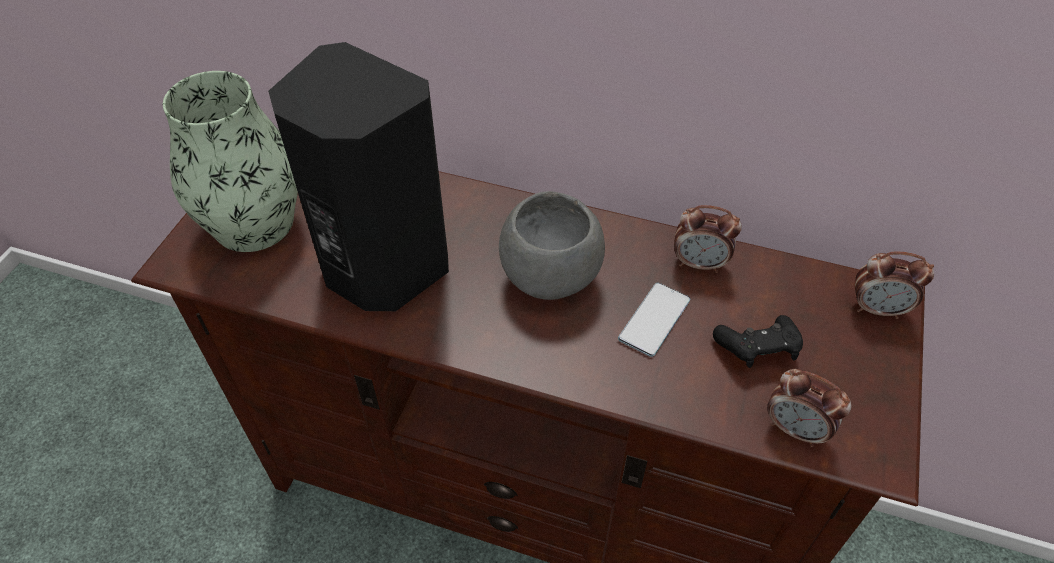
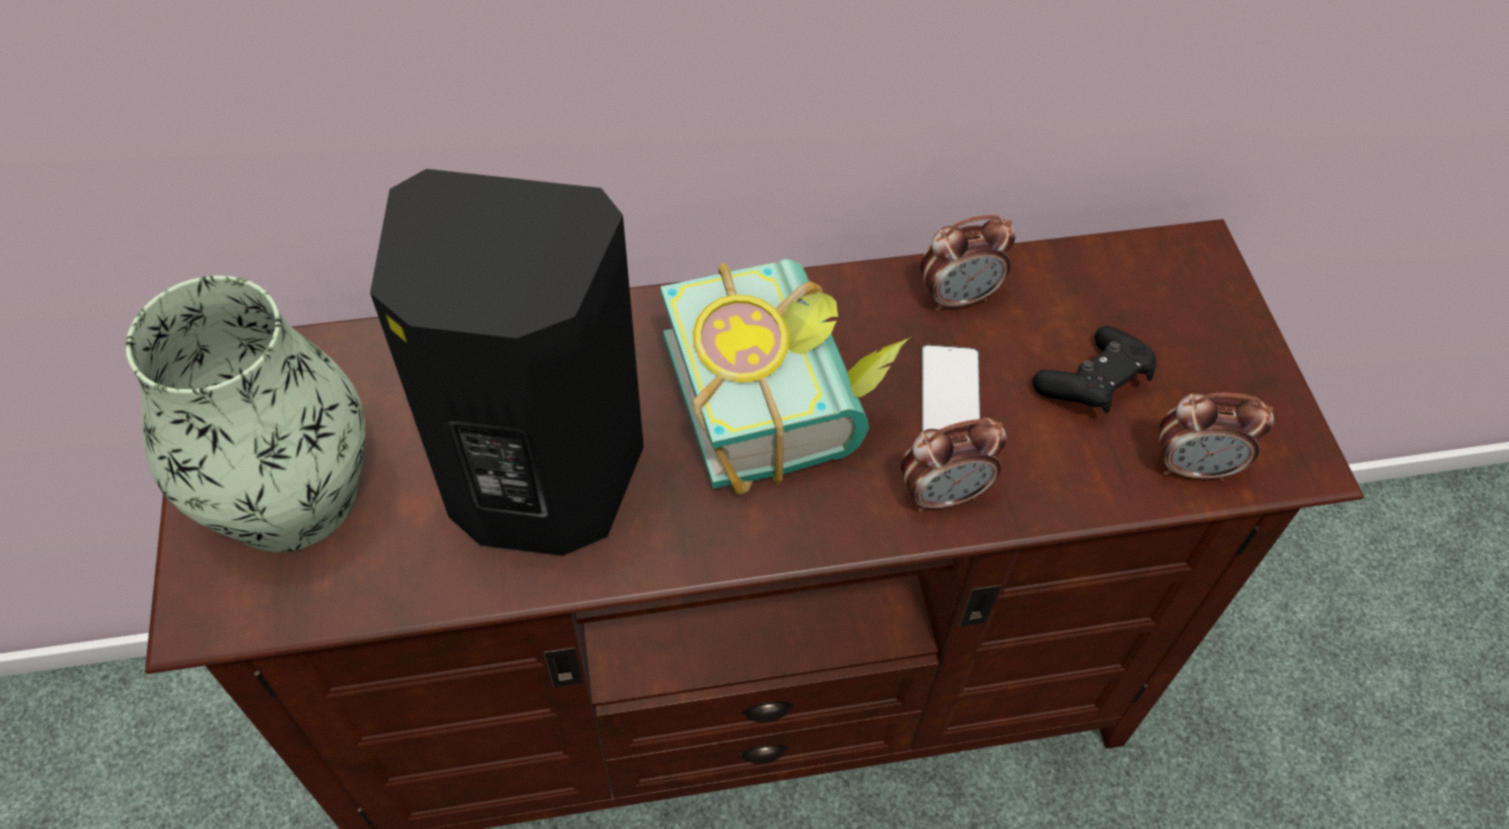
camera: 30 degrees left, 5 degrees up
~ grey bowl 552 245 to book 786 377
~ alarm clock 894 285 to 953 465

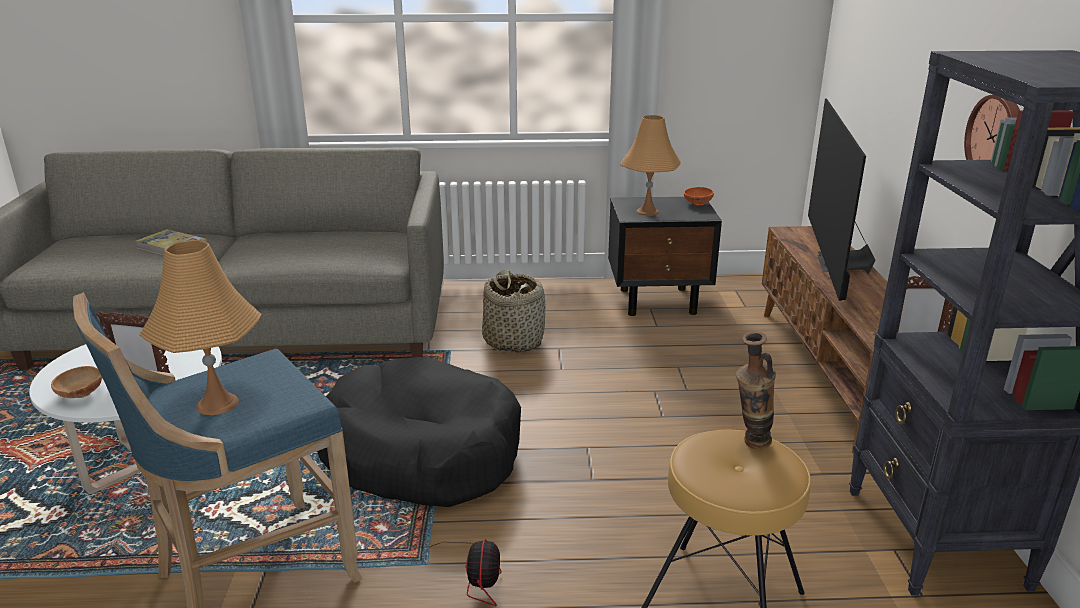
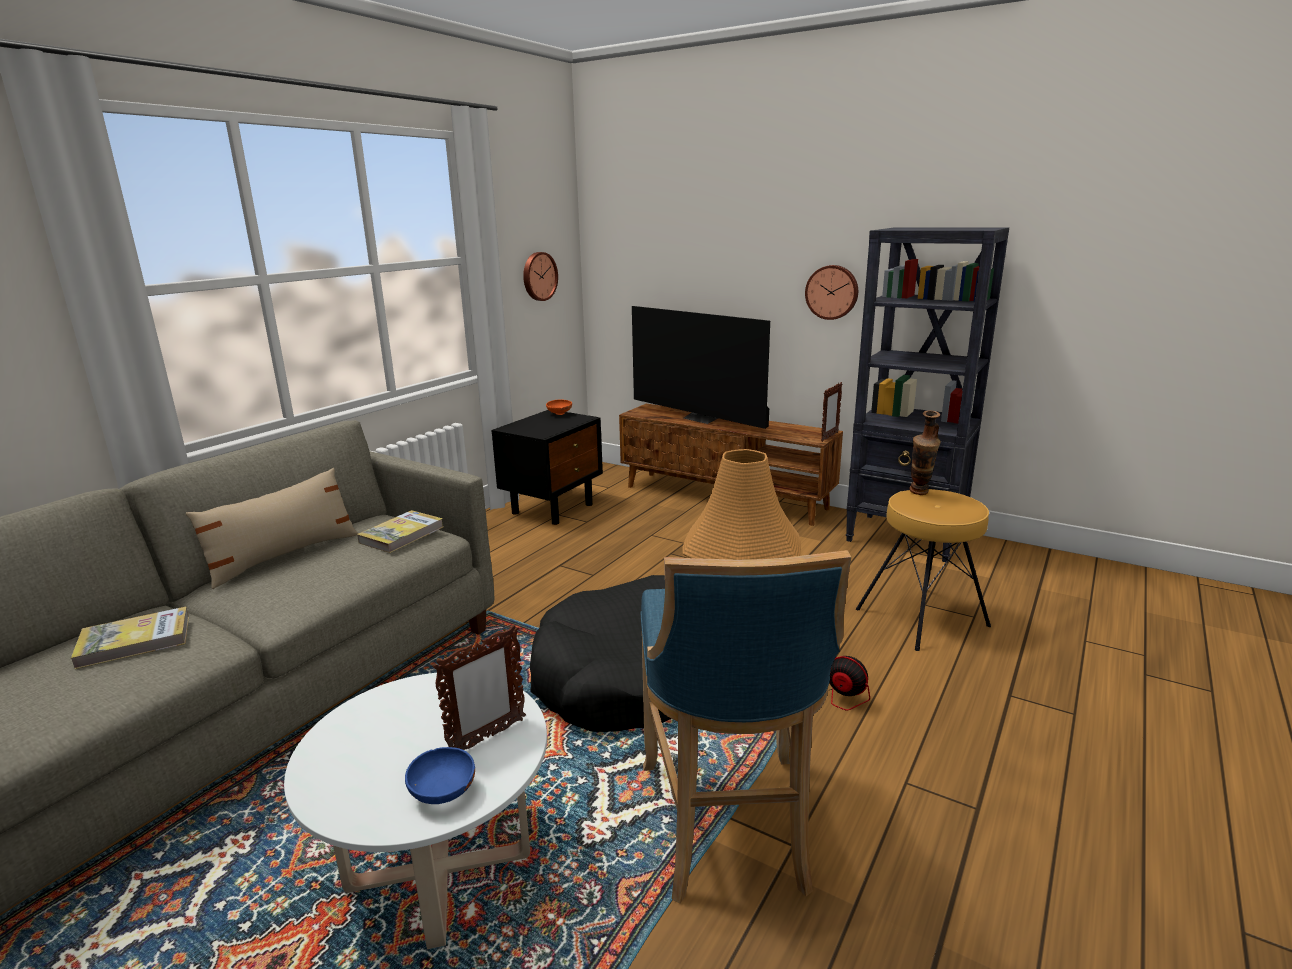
camera: 55 degrees left, 5 degrees down
~ brown bowl 76 382 to blue bowl 440 775
- basket 514 311
- orange table lamp 650 165
+ beige pillow 272 528
+ book 400 531
+ wall clock 540 276

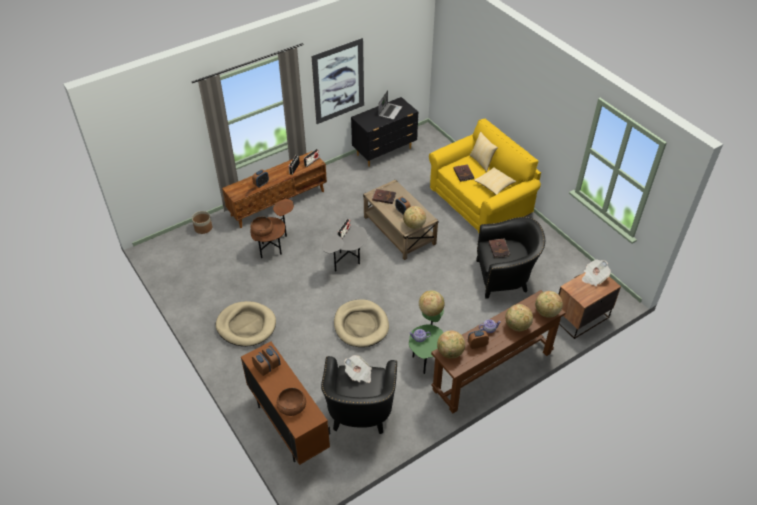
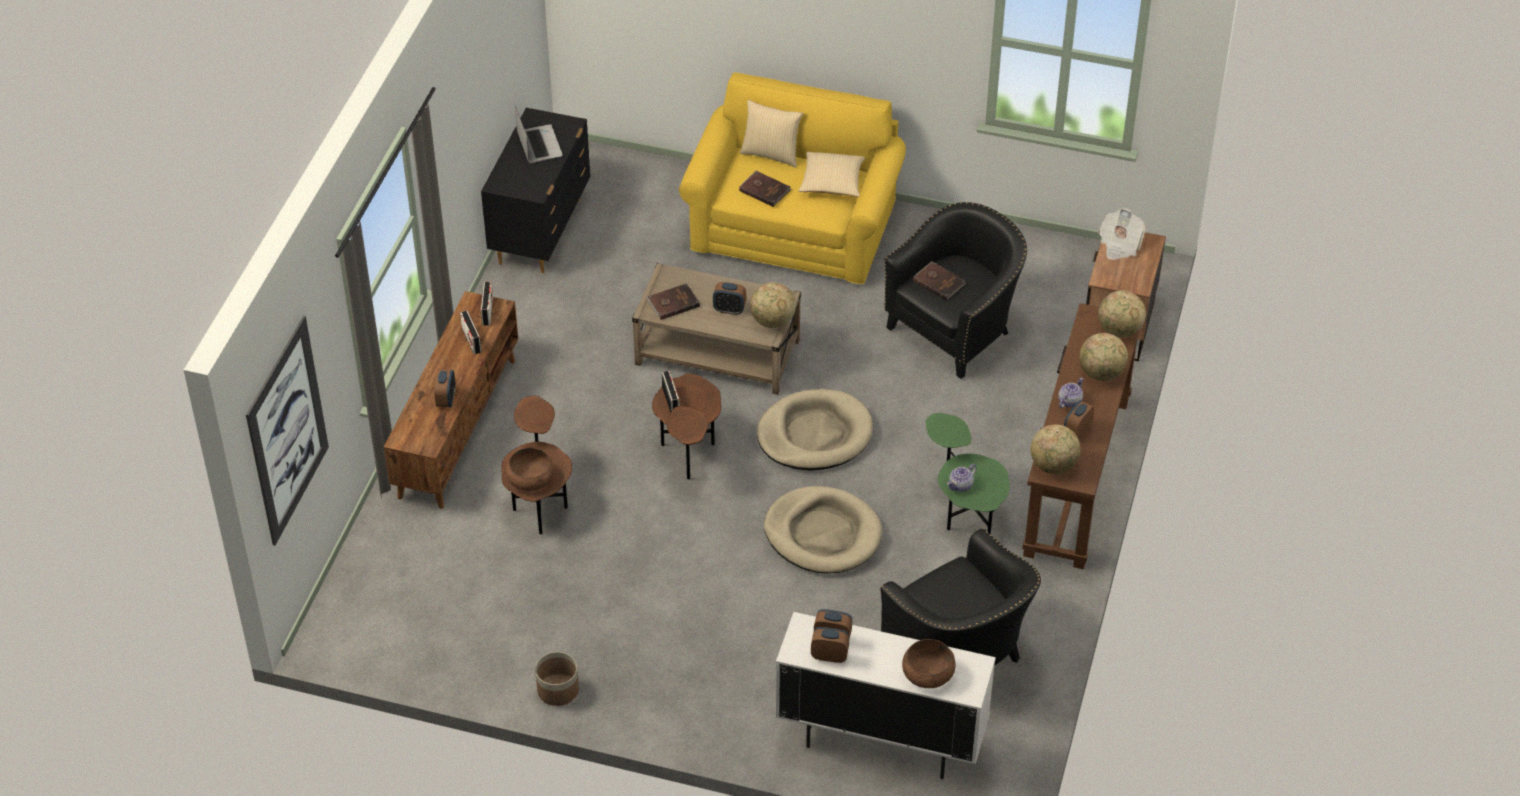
camera: 40 degrees left, 0 degrees up
~ planter 202 222 to 557 679
~ beige dog bed 245 324 to 815 430
~ brown cabinet 285 403 to white cabinet 886 695
~ picture 337 81 to 287 430
~ grey side table 345 249 to brown side table 686 426
- newspaper 358 369
- globe 432 303

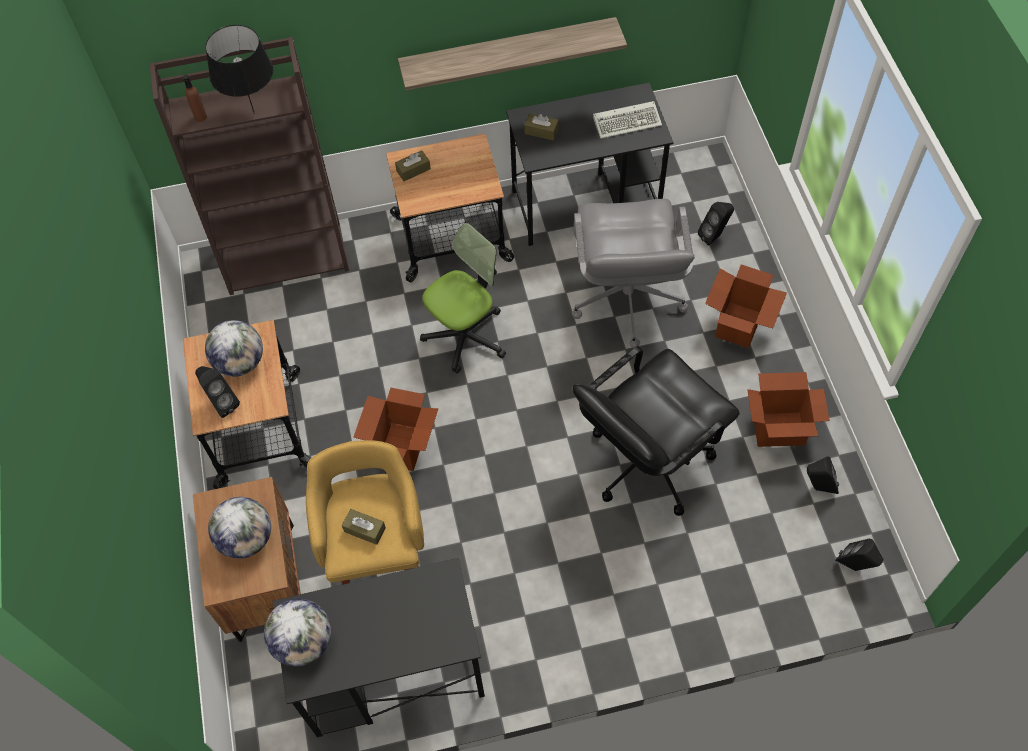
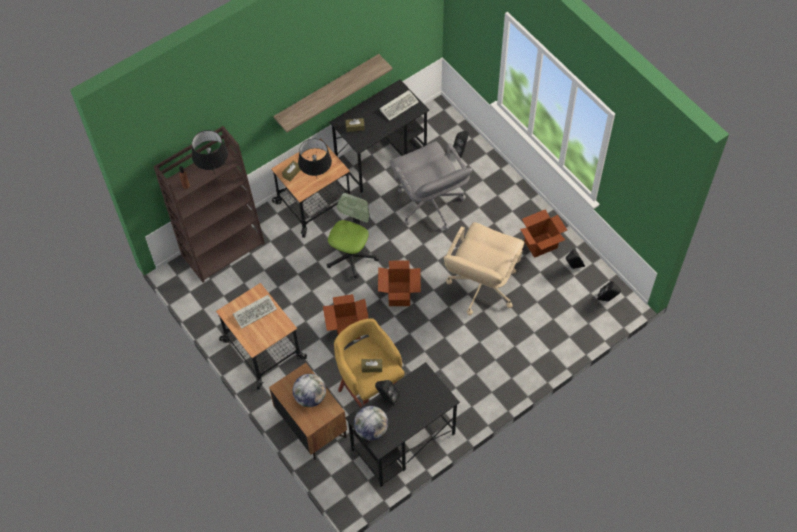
camera: 25 degrees left, 0 degrees up
~ black speaker 217 392 to 387 393
~ globe 234 348 to keyboard 255 312
~ black office chair 656 431 to beige office chair 484 268
~ cardboard box 746 306 to 399 283
+ black table lamp 315 157

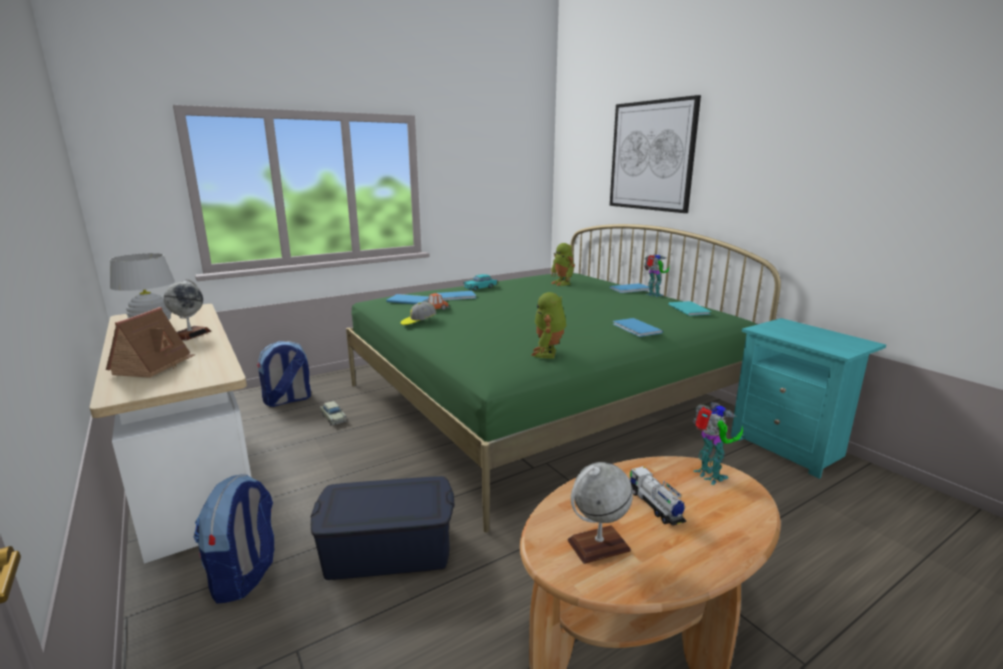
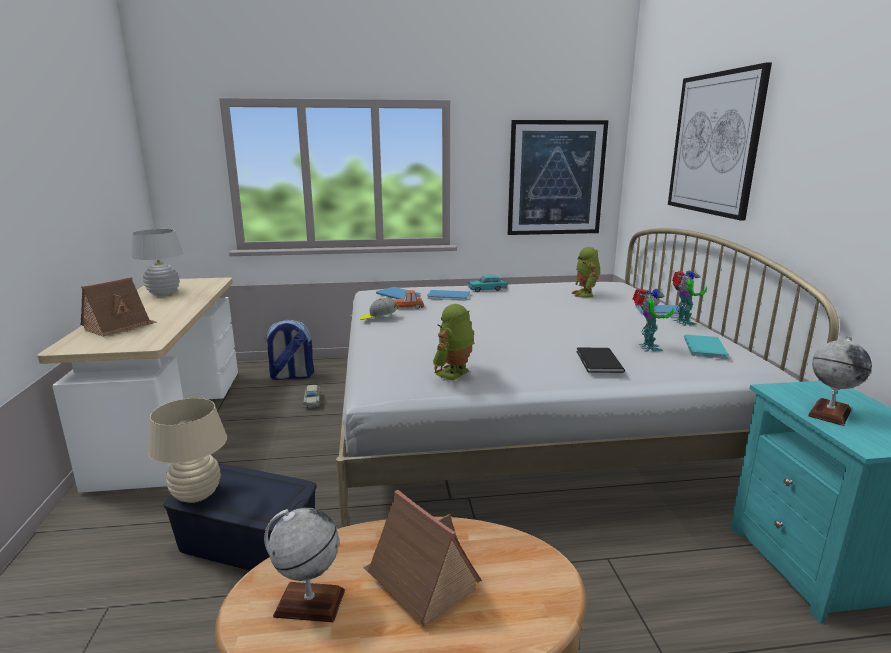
camera: 25 degrees right, 0 degrees up
~ globe 187 310 to 840 381
- backpack 234 539
~ green bed 563 378 to white bed 587 378
~ blue book 638 327 to black book 600 360
~ toy truck 658 496 to toy house 422 558
~ toy robot 718 443 to 653 320
+ beige table lamp 187 450
+ picture 558 177

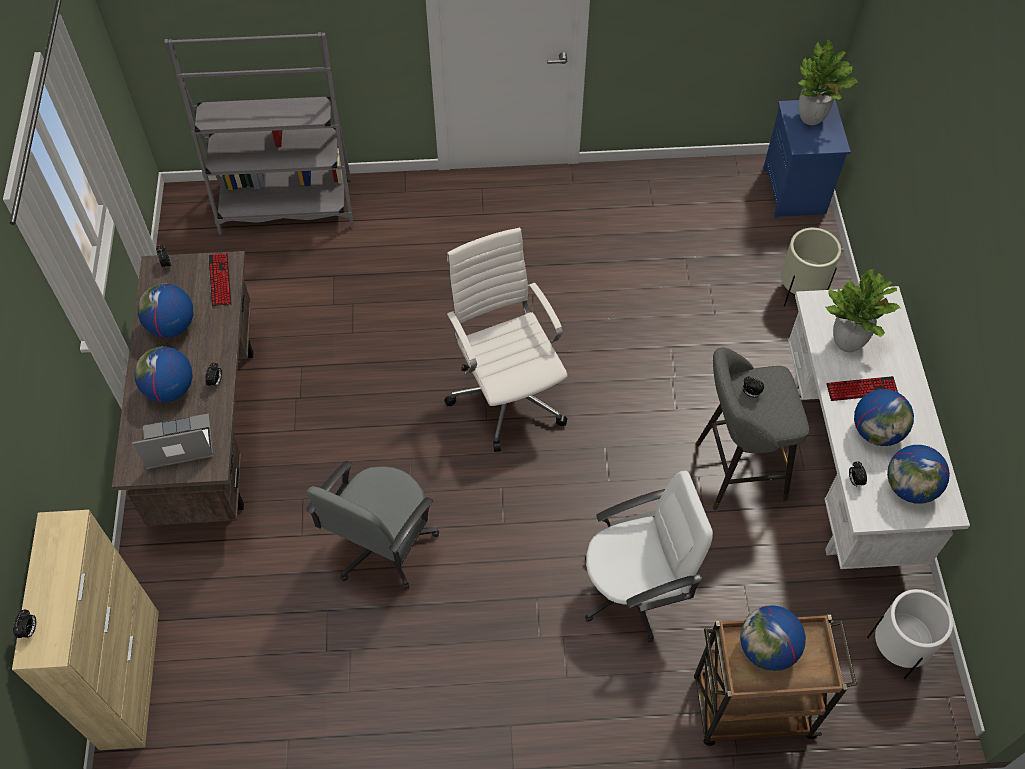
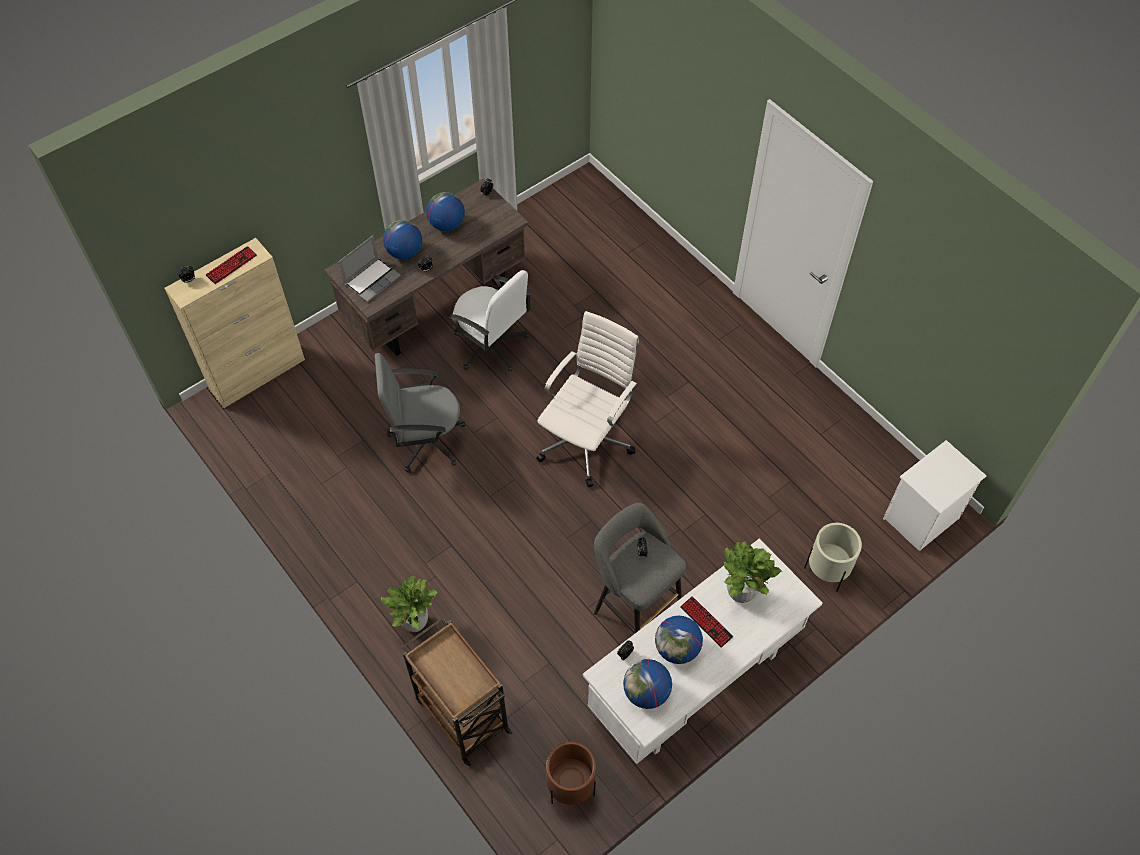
camera: 55 degrees right, 0 degrees up
~ laptop 172 441 = 370 268 90 degrees clockwise
- grey bookcase 259 133
~ keyboard 220 279 to 231 265
~ white office chair 649 557 to 490 321
- globe 773 638
~ blue nightstand 807 158 to white nightstand 934 495
~ potted plant 827 82 to 409 604
~ white planter 910 634 to brown planter 571 773

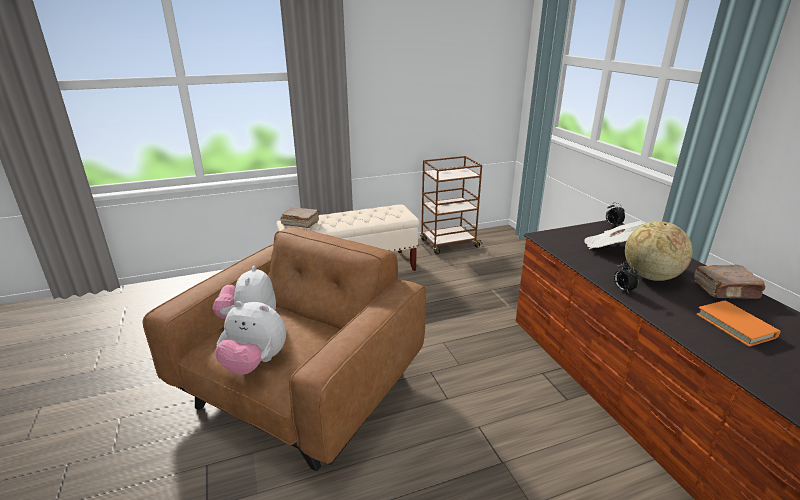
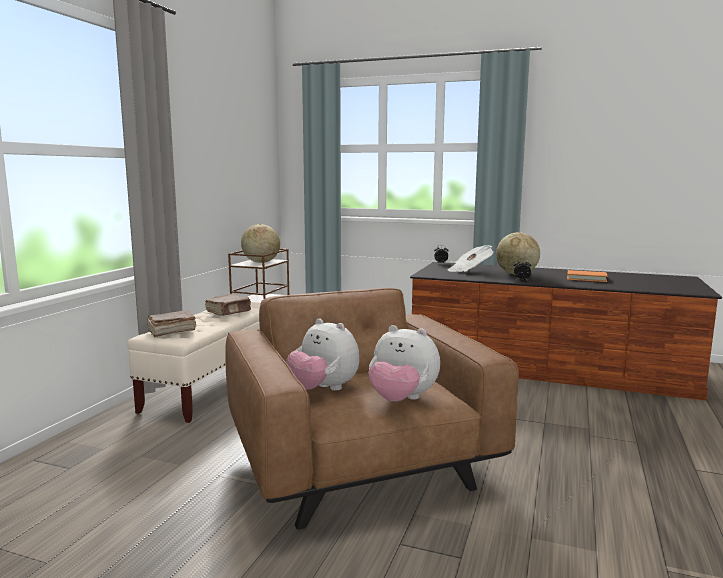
camera: 50 degrees left, 15 degrees down
~ plush toy 250 338 = 404 363 60 degrees clockwise
~ brown book 729 282 to 228 305
+ globe 260 243

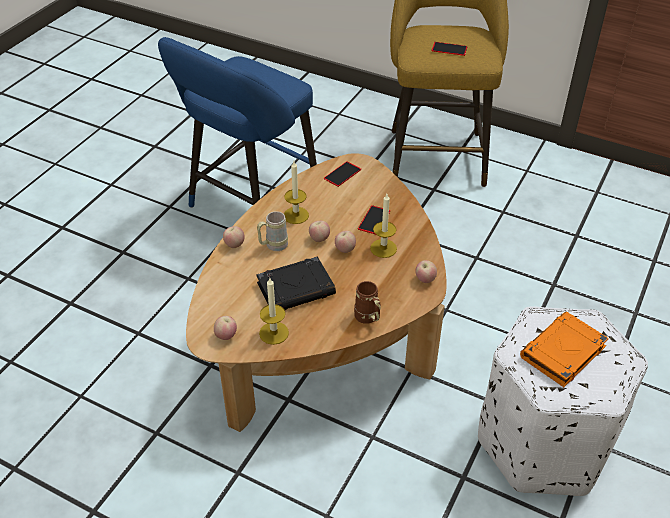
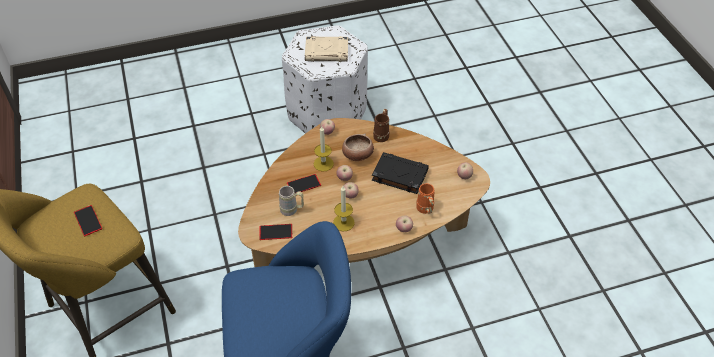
camera: 135 degrees left, 5 degrees up
~ beige mug 272 231 to 291 201
- candle 274 311
~ orange book 564 349 to beige book 326 49
+ bowl 358 147
+ orange mug 425 198

